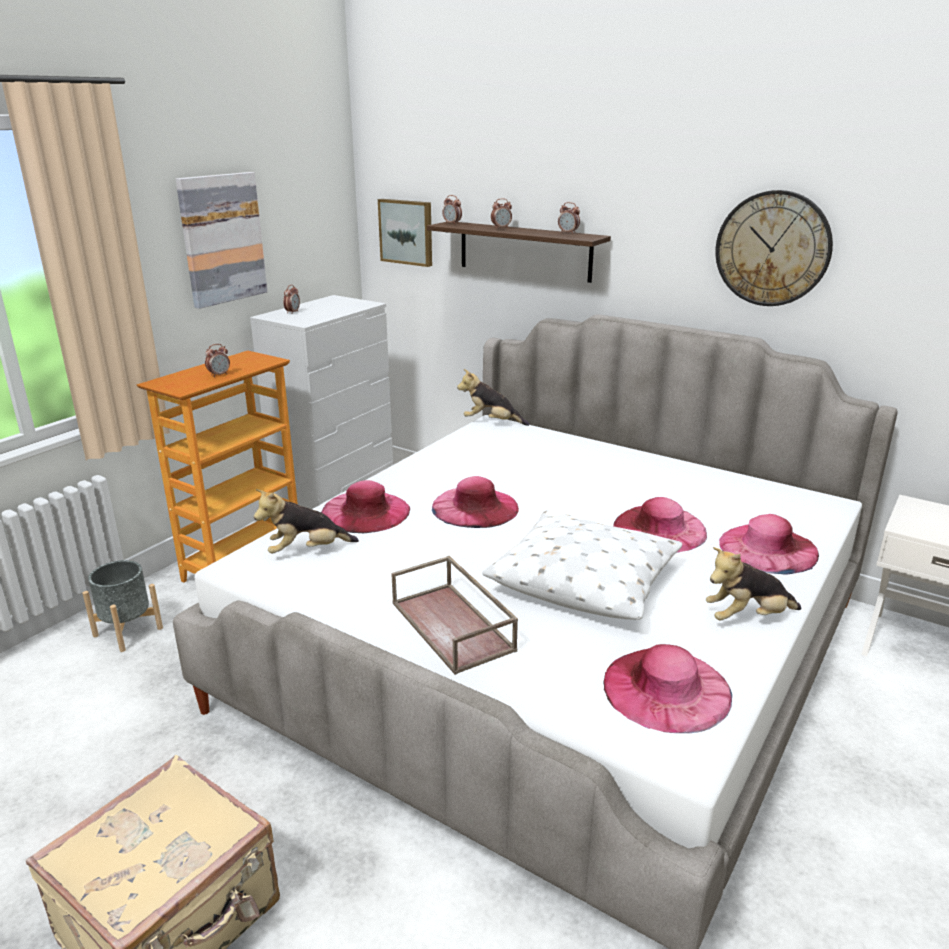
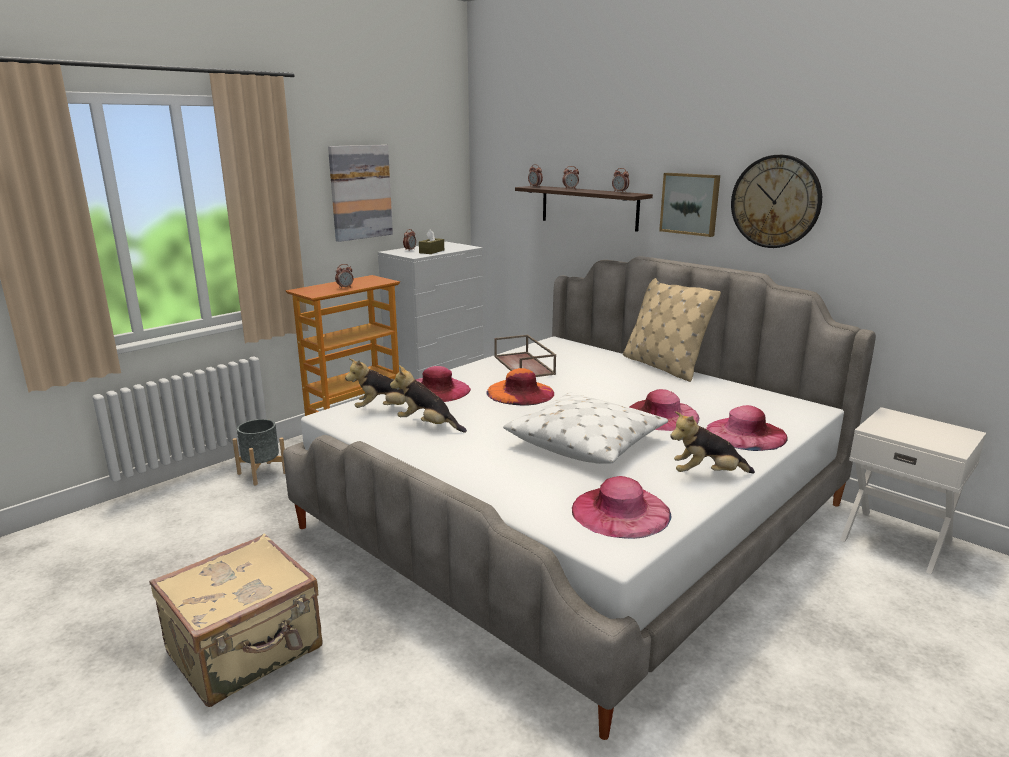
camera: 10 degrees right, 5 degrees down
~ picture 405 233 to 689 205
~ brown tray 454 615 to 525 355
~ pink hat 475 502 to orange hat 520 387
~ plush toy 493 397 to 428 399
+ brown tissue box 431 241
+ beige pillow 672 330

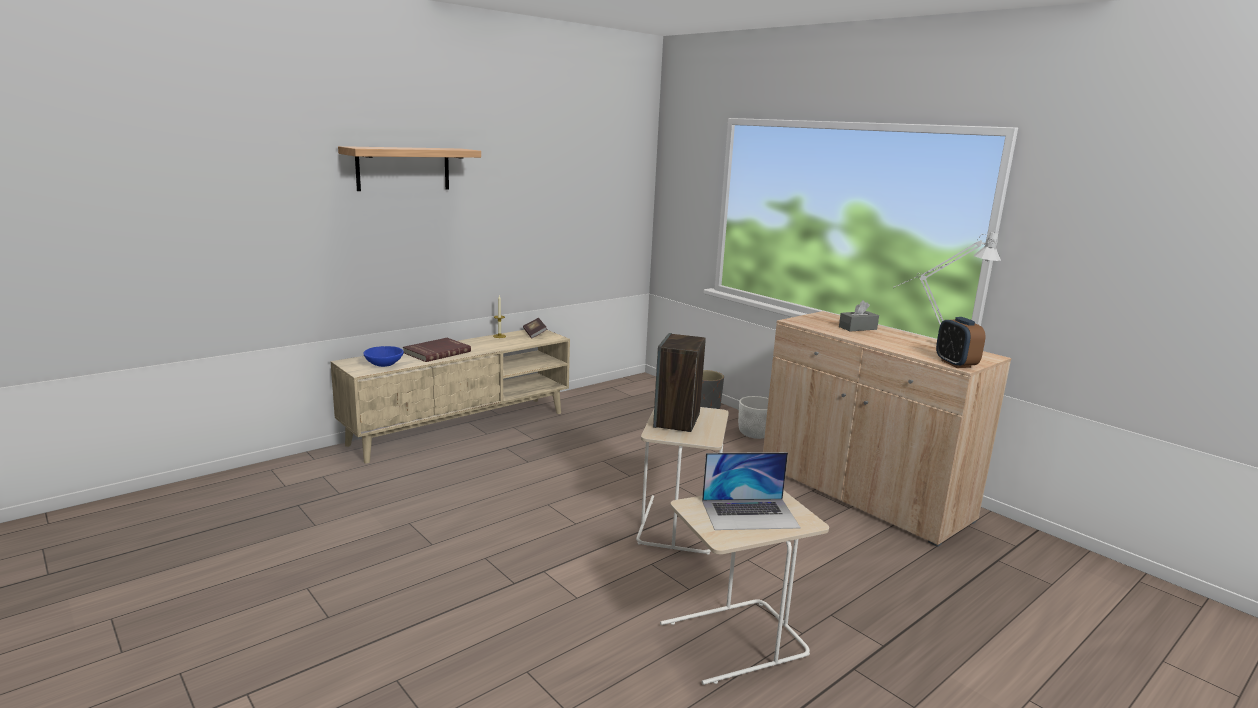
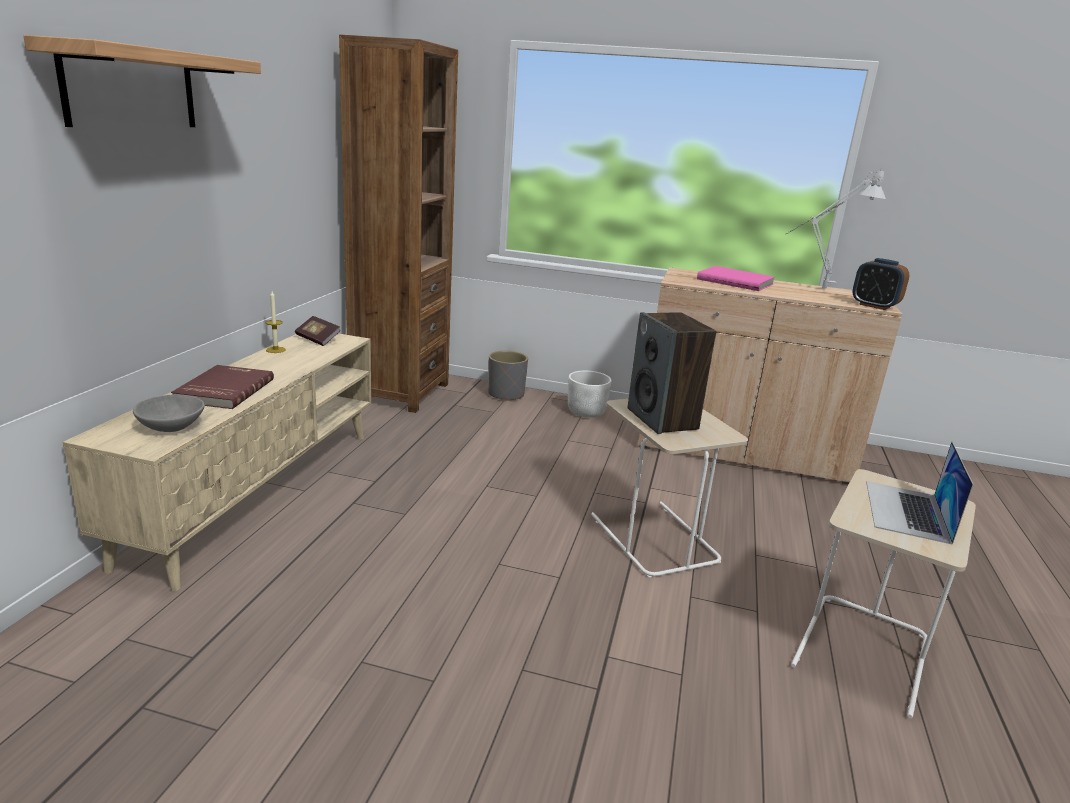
camera: 35 degrees left, 5 degrees up
~ blue bowl 383 356 to grey bowl 169 413
~ laptop 751 491 = 919 493 150 degrees clockwise
~ grey tissue box 859 316 to pink book 736 278
+ brown bookcase 398 224

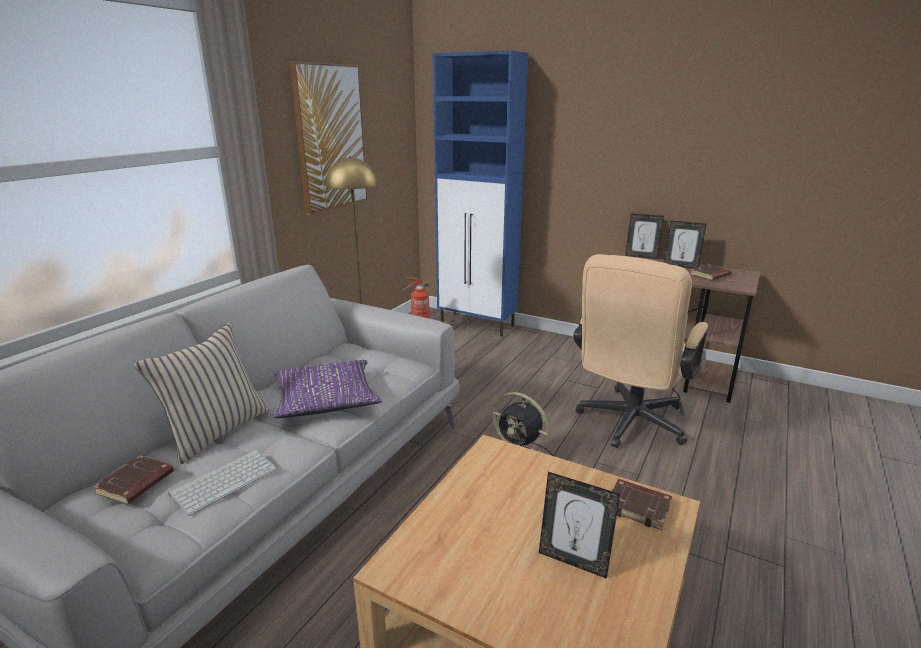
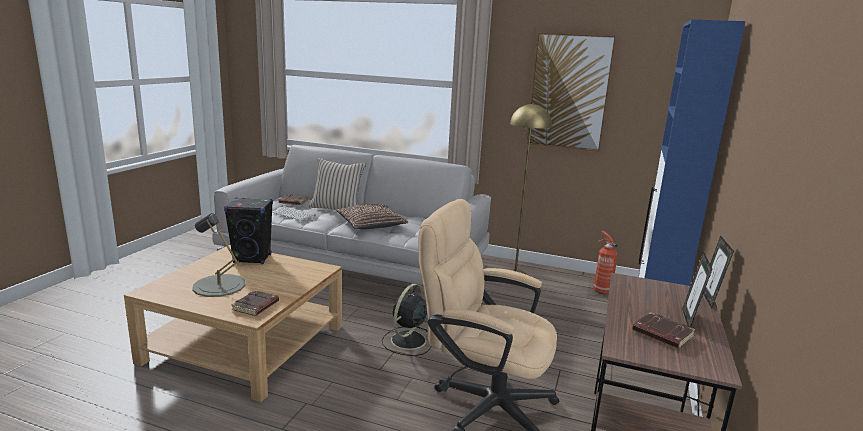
camera: 80 degrees right, 5 degrees down
~ purple pillow 327 389 to brown pillow 372 217
~ picture frame 579 525 to grey table lamp 219 255
+ black speaker 248 231

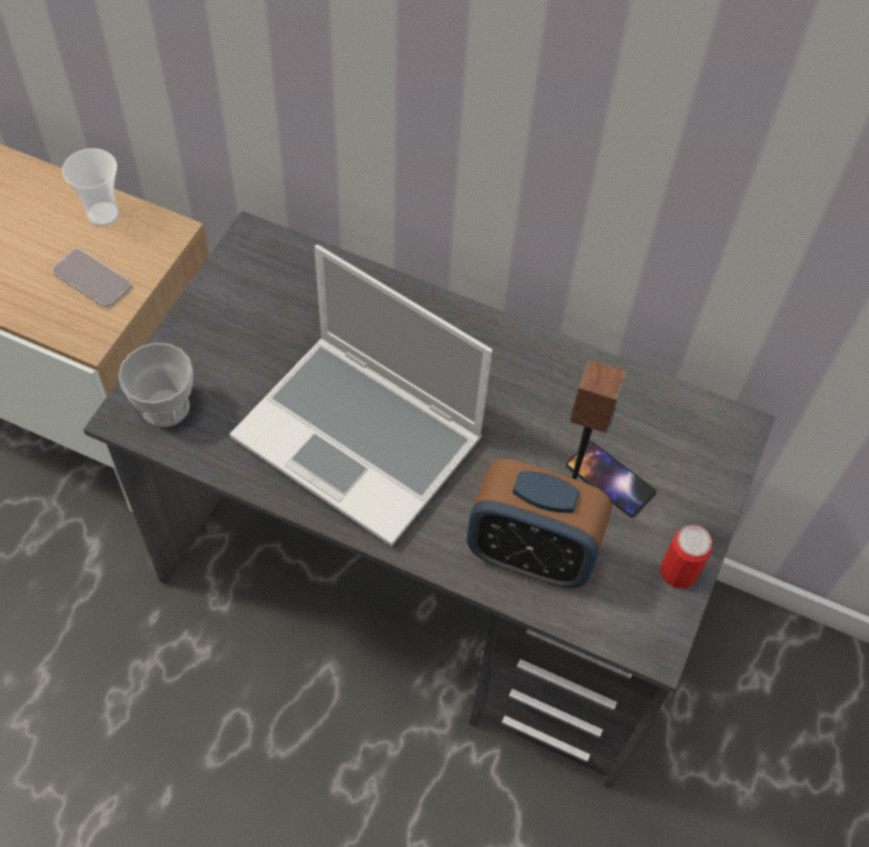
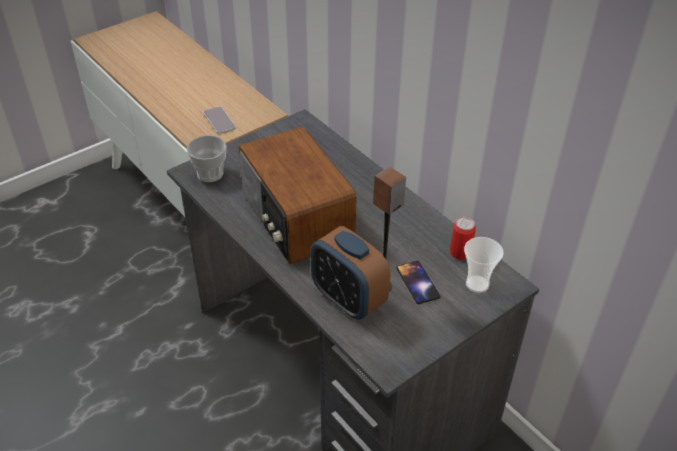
camera: 30 degrees right, 15 degrees down
~ cup 91 187 to 484 265
~ laptop 360 396 to radio 297 195
~ can 686 557 to 463 238

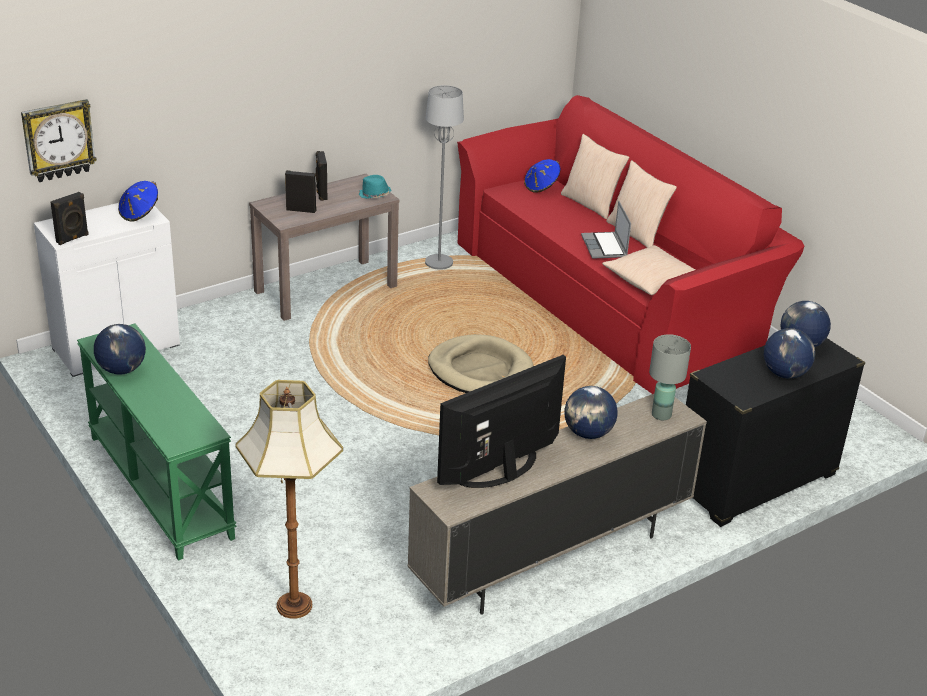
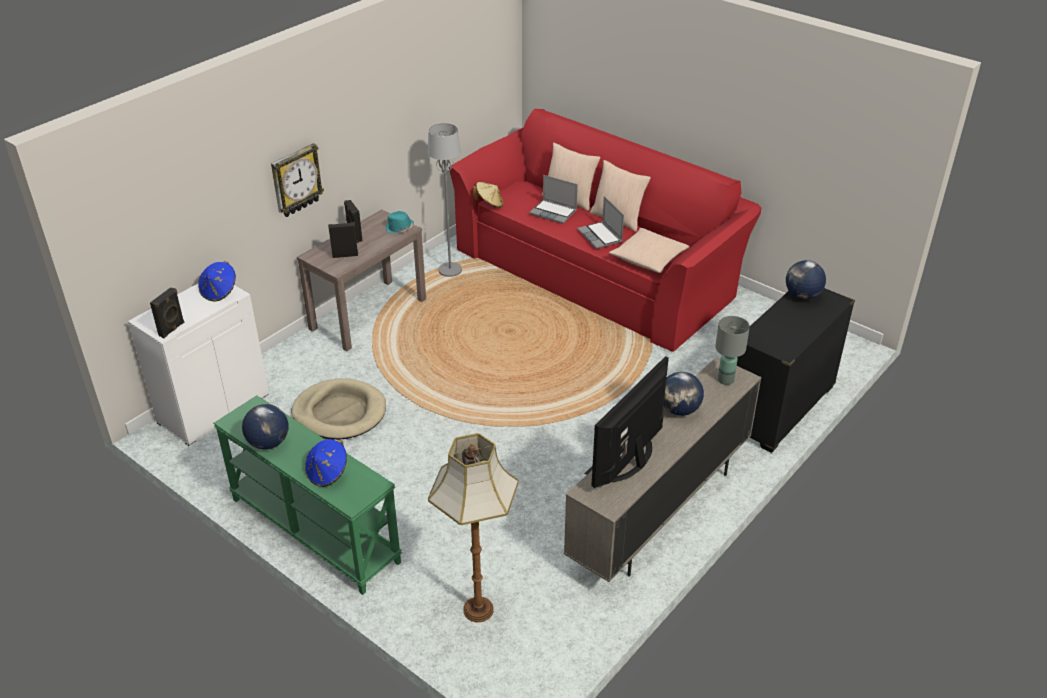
camera: 15 degrees left, 5 degrees up
~ wall clock 59 140 to 297 180
~ beige dog bed 480 363 to 338 409
~ blue hat 542 176 to 326 463
- globe 789 353
+ beige hat 488 195
+ laptop 553 199

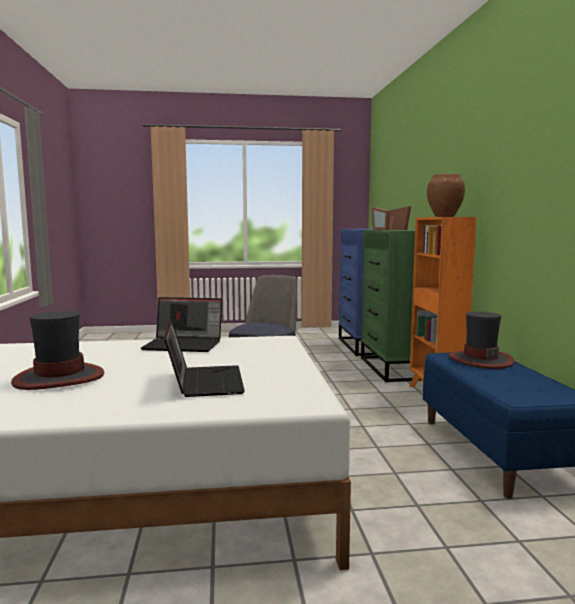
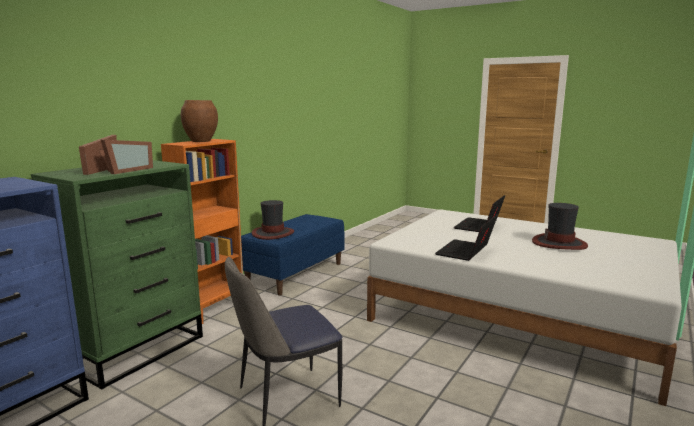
camera: 140 degrees left, 5 degrees up
~ laptop 181 324 = 466 238 105 degrees counterclockwise

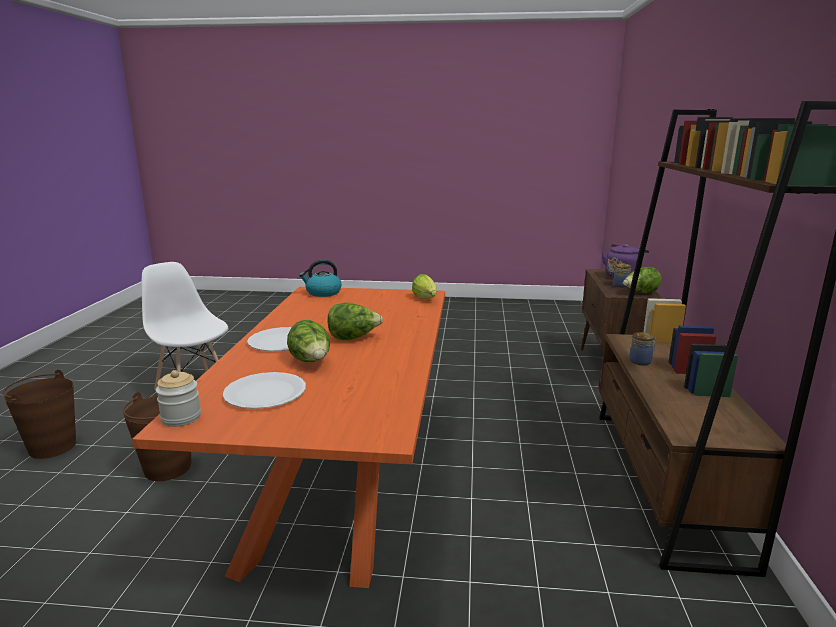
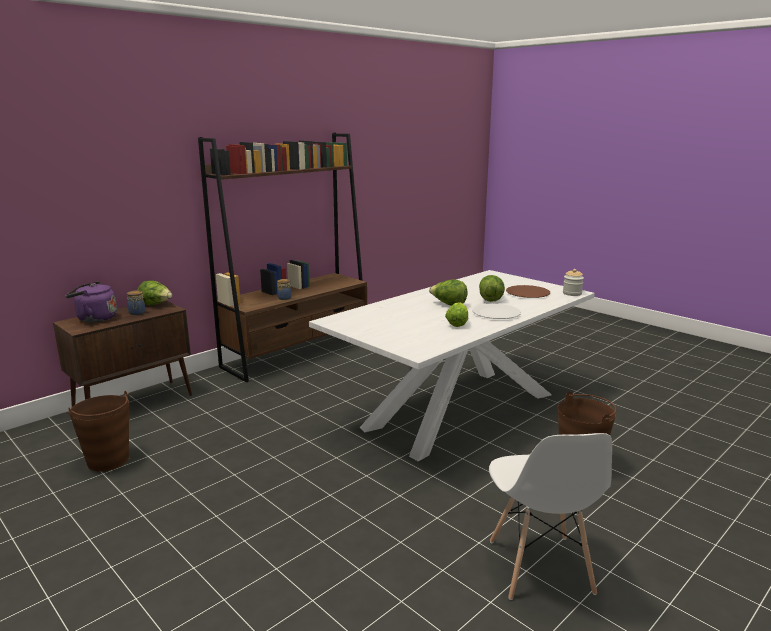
camera: 140 degrees left, 0 degrees up
~ brown bucket 39 414 to 98 431
~ orange dining table 288 437 to white dining table 452 365
~ white plate 264 390 to brown plate 528 291
- kettle 320 278
~ lettuce 424 286 to 456 314

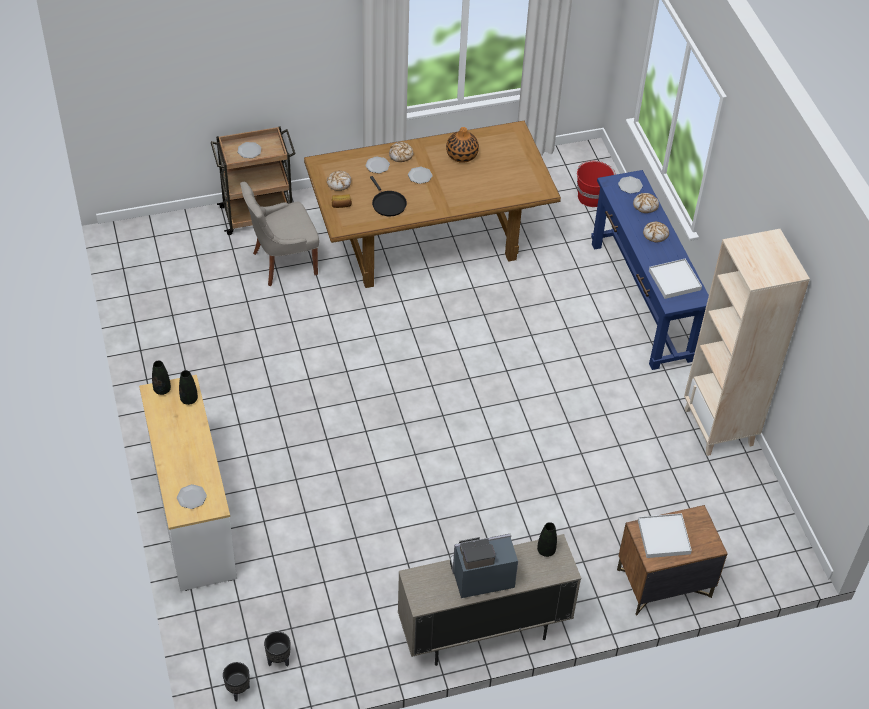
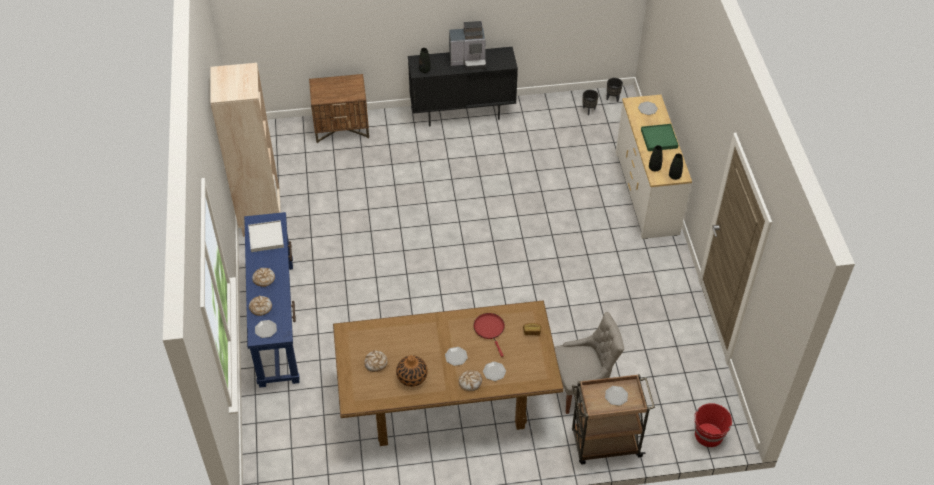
camera: 170 degrees left, 0 degrees up
~ bread 339 180 to 376 361
~ black frying pan 388 196 to red frying pan 489 335
~ beige cabinet 489 600 to black cabinet 463 87
~ red bucket 596 184 to 713 425
- white tray 665 535
+ green tray 659 137

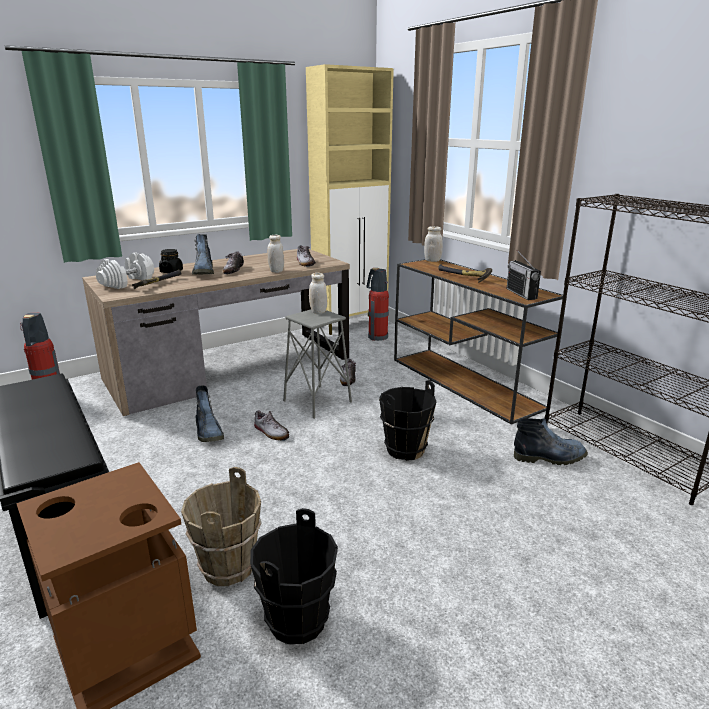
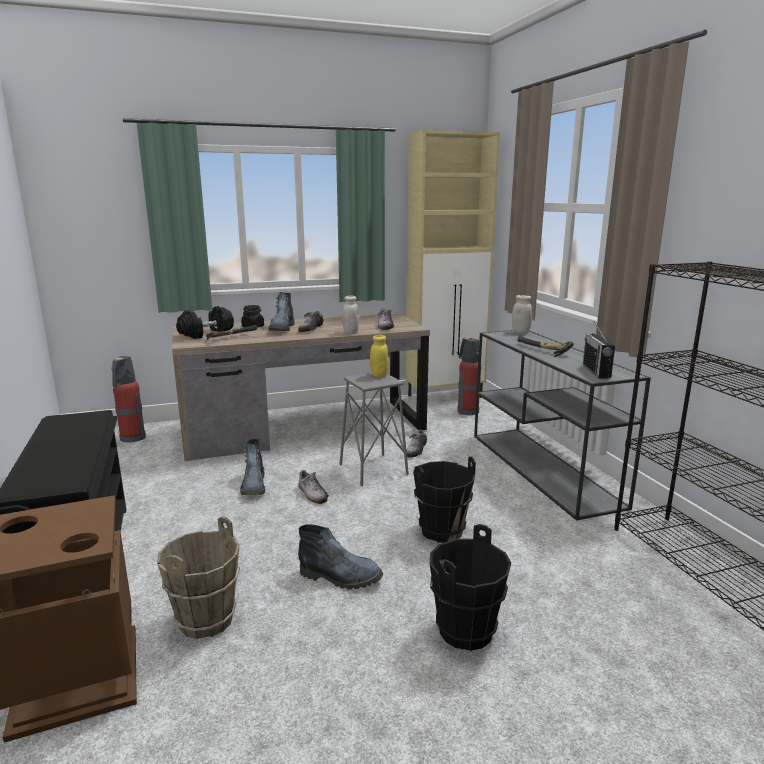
camera: 15 degrees right, 5 degrees down
~ white dumbbell 125 270 to black dumbbell 205 322
~ black bucket 294 576 to 470 587
~ white jar 318 293 to yellow jar 379 356
~ brown console table 480 342 to grey console table 562 425
~ boot 551 441 to 340 557

